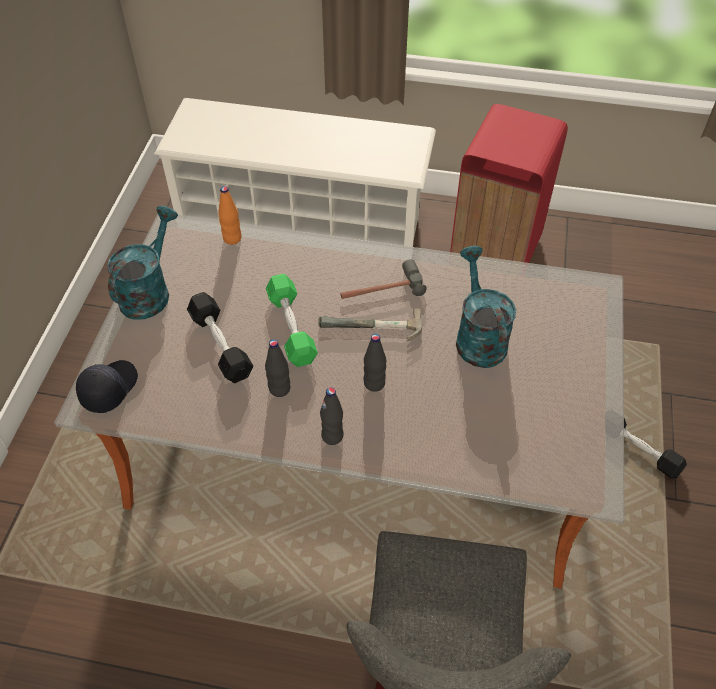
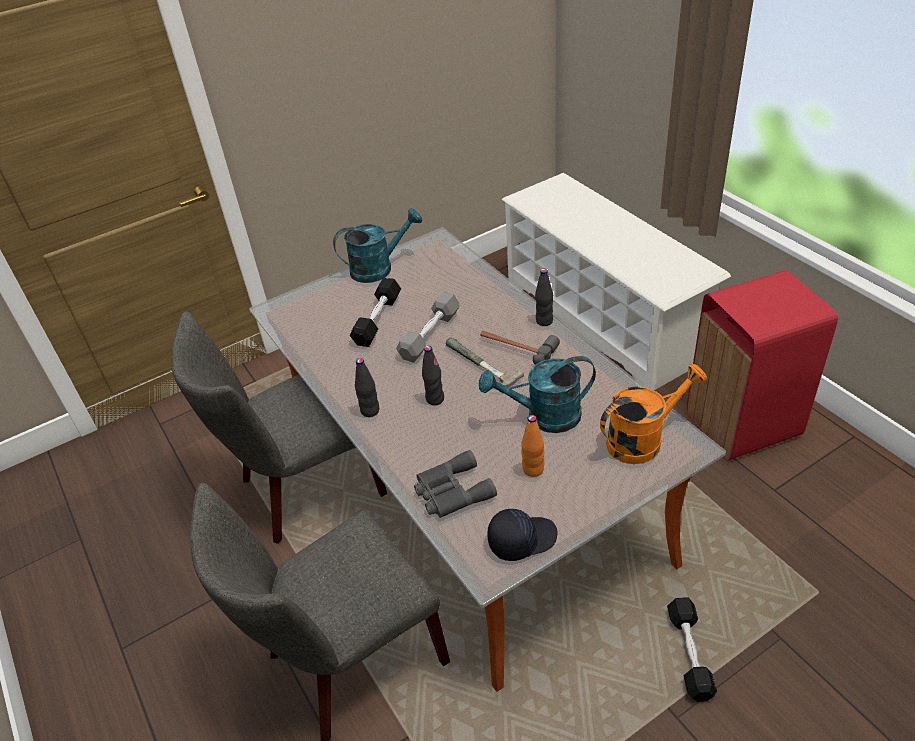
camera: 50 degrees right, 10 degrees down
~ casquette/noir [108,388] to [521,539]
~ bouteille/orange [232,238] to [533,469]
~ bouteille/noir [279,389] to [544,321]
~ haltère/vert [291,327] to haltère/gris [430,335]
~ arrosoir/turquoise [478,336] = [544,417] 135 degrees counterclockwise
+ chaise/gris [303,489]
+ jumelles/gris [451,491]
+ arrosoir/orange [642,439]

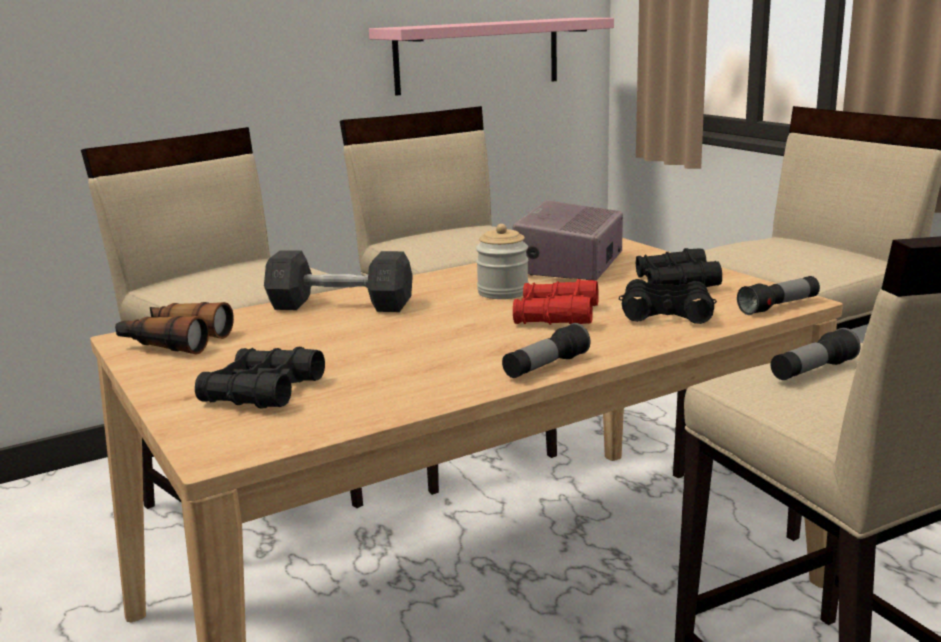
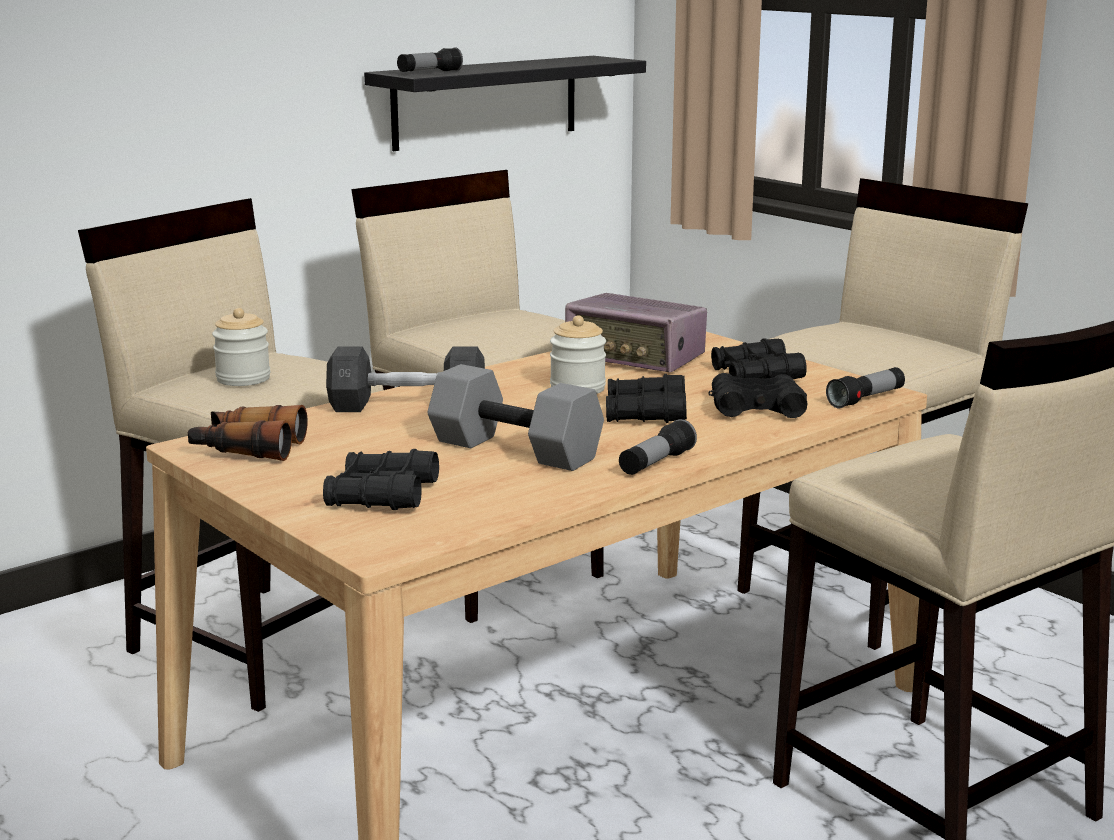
camera: 10 degrees left, 0 degrees up
~ étagère/rose [478,55] to étagère/noir [486,102]
~ radio [568,266] = [636,358] 75 degrees counterclockwise
~ jumelles/rouge [556,316] to jumelles/noir [645,413]
~ lampe de poche [812,371] to [429,72]
+ bocal [243,379]
+ haltère/gris [512,450]

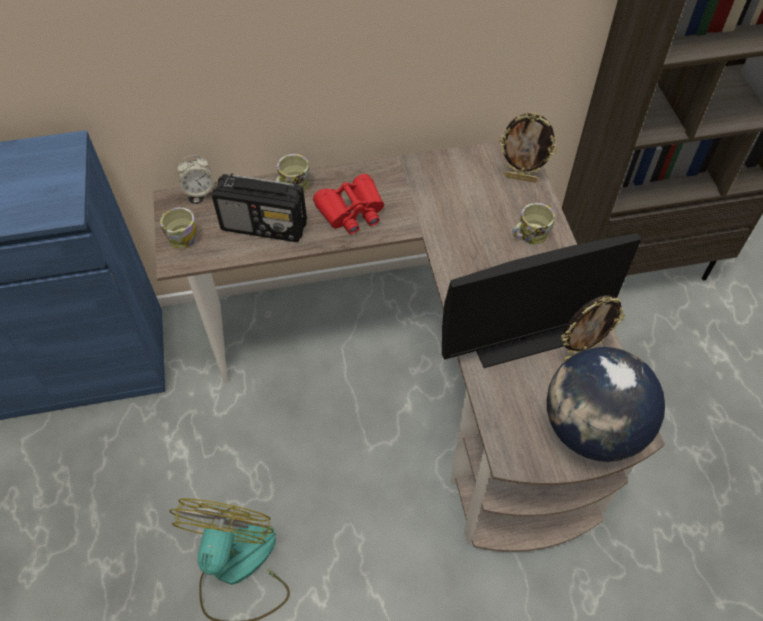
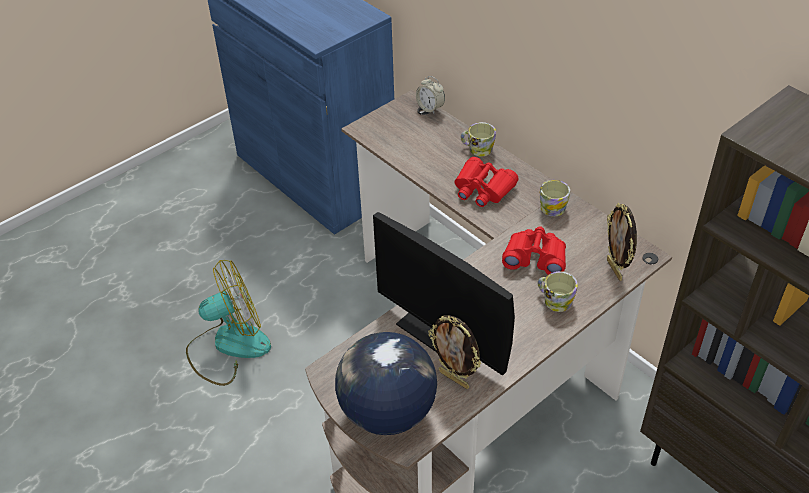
camera: 60 degrees right, 10 degrees down
~ mug [180,236] to [553,205]
- radio [265,226]
+ jumelles/rouge [535,258]

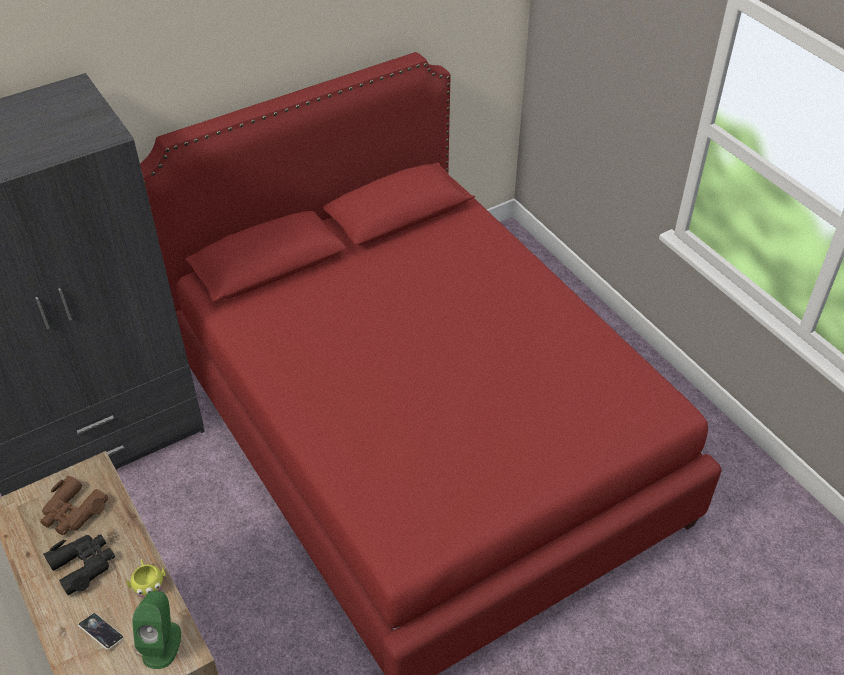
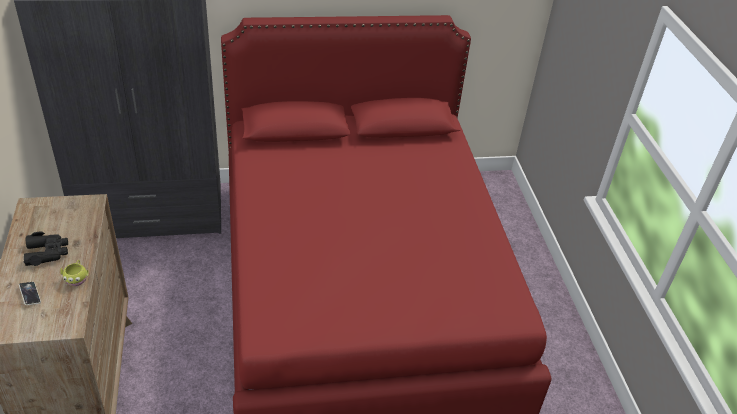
camera: 20 degrees right, 5 degrees down
- jumelles/marron [73,512]
- enceinte/vert [161,644]

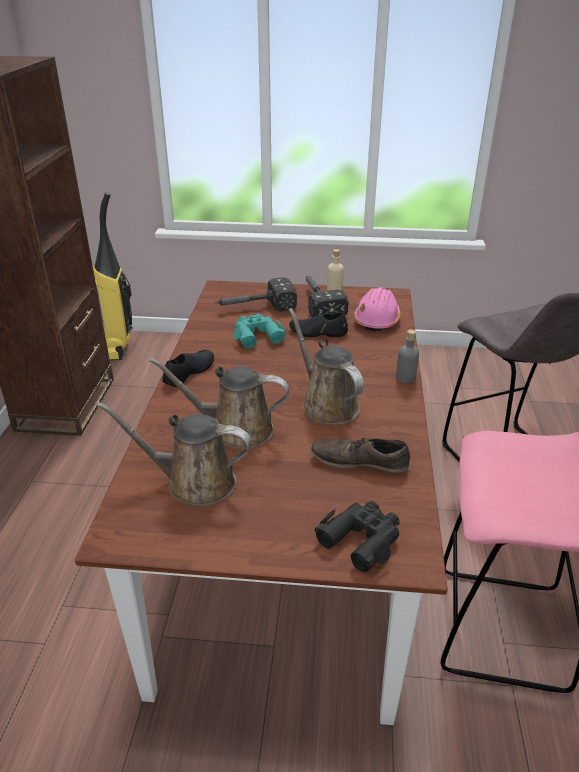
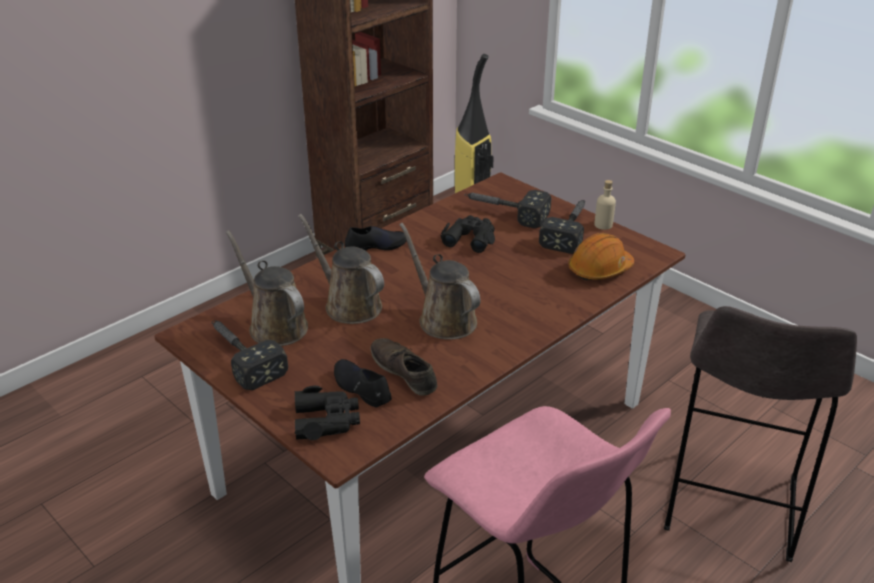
camera: 40 degrees right, 0 degrees up
~ jumelles/turquoise [257,335] to jumelles/noir [470,238]
~ arrosoir/marron [327,404] = [443,319] 45 degrees counterclockwise
~ chaussure/noir [318,332] to [361,388]
~ casque de chantier/rose [377,320] to casque de chantier/orange [599,269]
- bouteille/gris [405,377]
+ marteau [241,357]

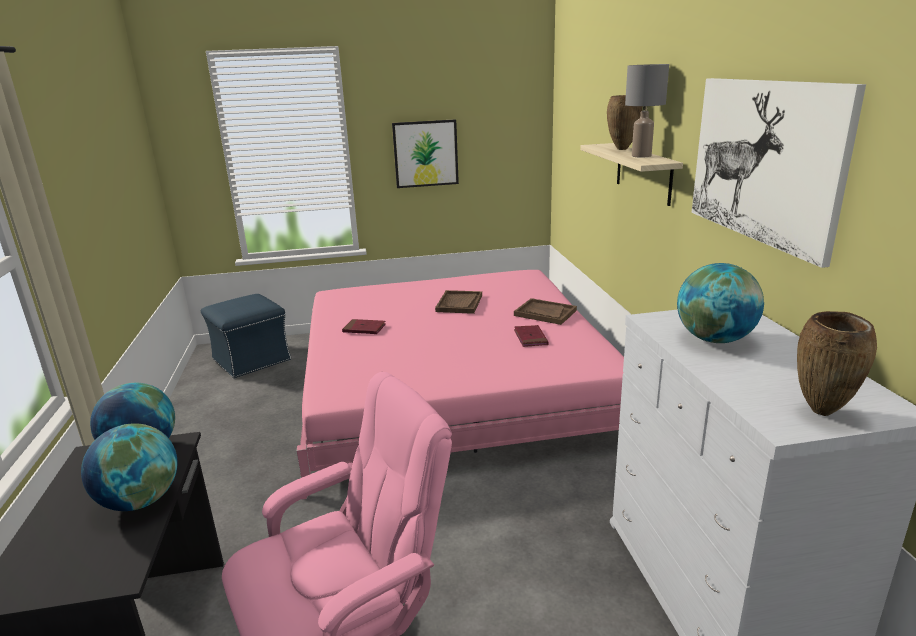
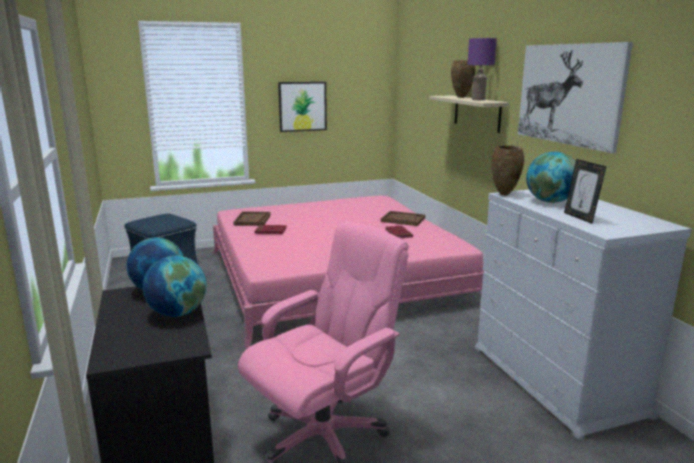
camera: 10 degrees left, 5 degrees down
~ plateau/marron [459,303] to [252,220]
~ lampe de table/gris [642,156] to lampe de table/violet [478,99]
~ vase/marron [823,412] to [505,194]
+ cadre photo [580,217]

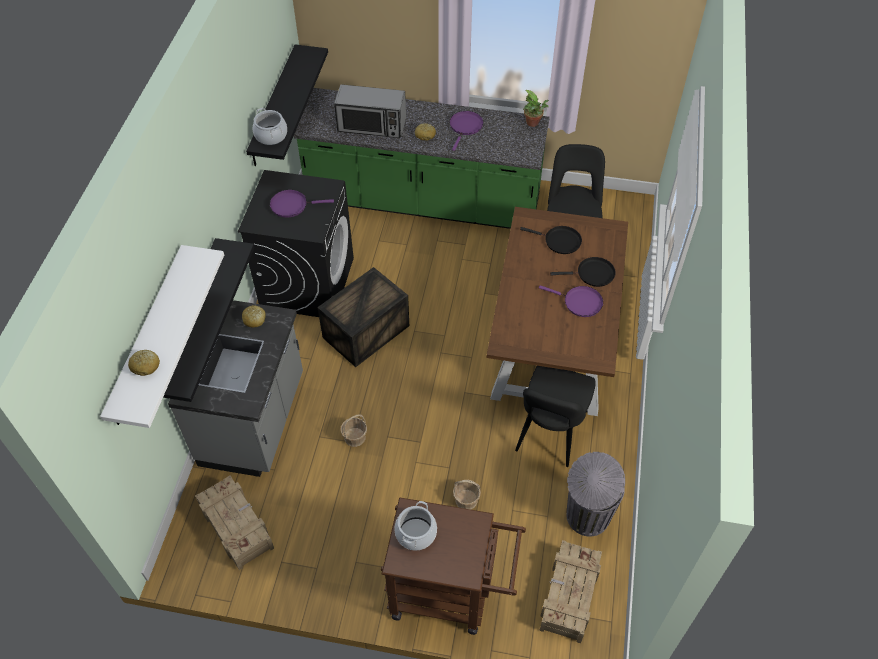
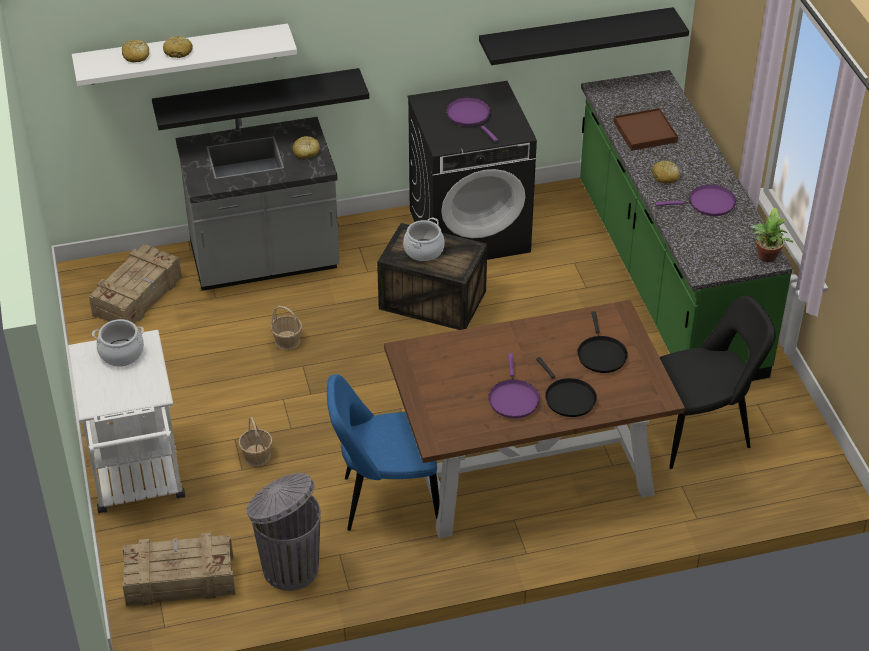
camera: 65 degrees right, 10 degrees down
~ marmite [271,135] to [424,250]
~ micro-ondes [371,125] to plateau/marron [645,132]
~ chariot/marron [450,593] to chariot/blanc [138,479]
~ chaise/noir [550,434] to chaise/bleu [386,501]
+ pain [178,52]

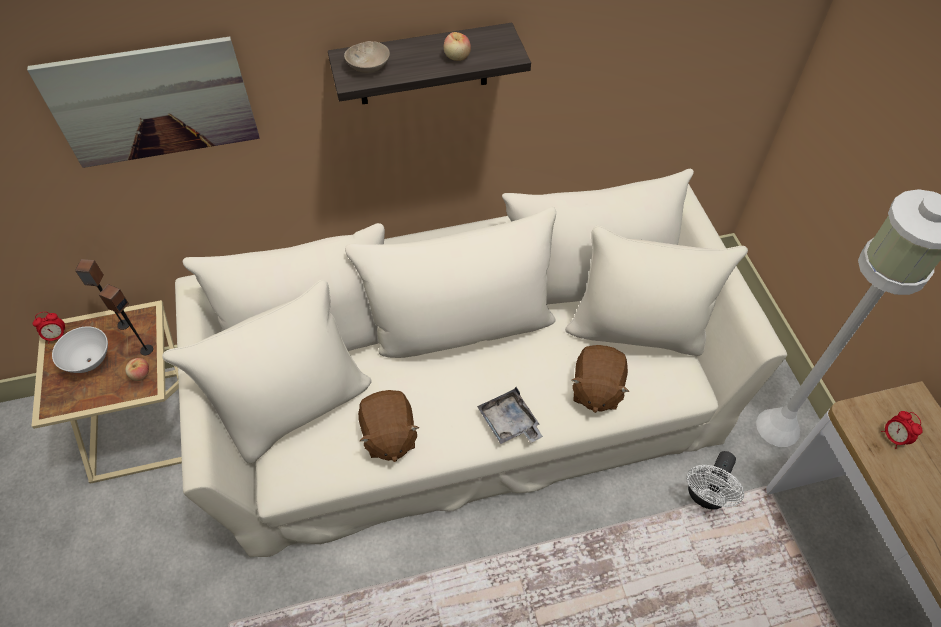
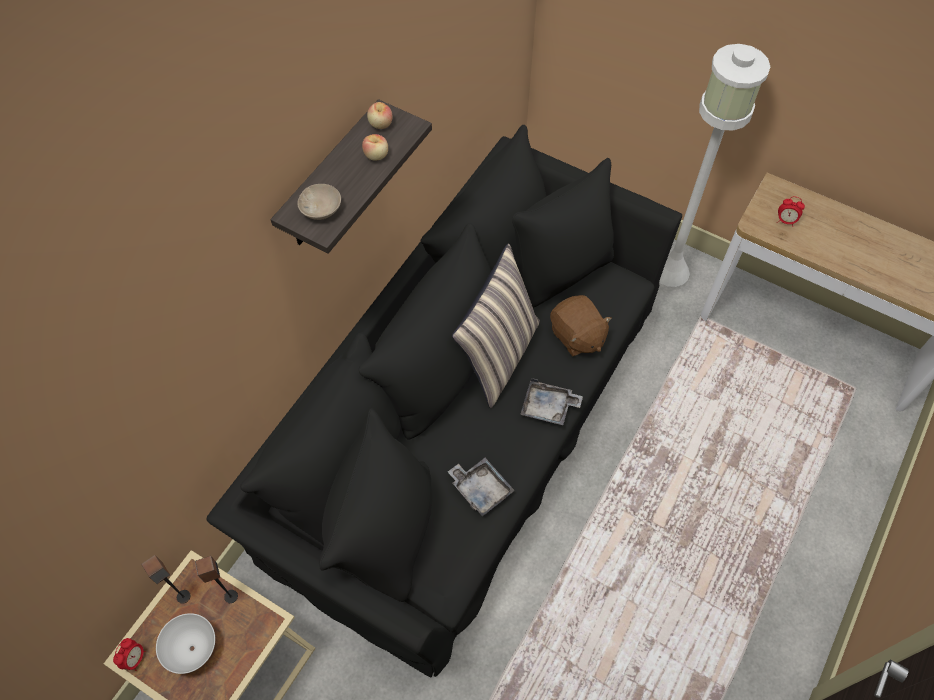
camera: 45 degrees left, 5 degrees up
- tableau [152,103]
~ pomme [141,374] to [380,124]
~ canapé/beige [471,404] to canapé/noir [468,426]
~ peluche/marron [388,436] to plateau/gris [480,489]
- ventilateur/blanc [705,496]
+ coussin [498,355]

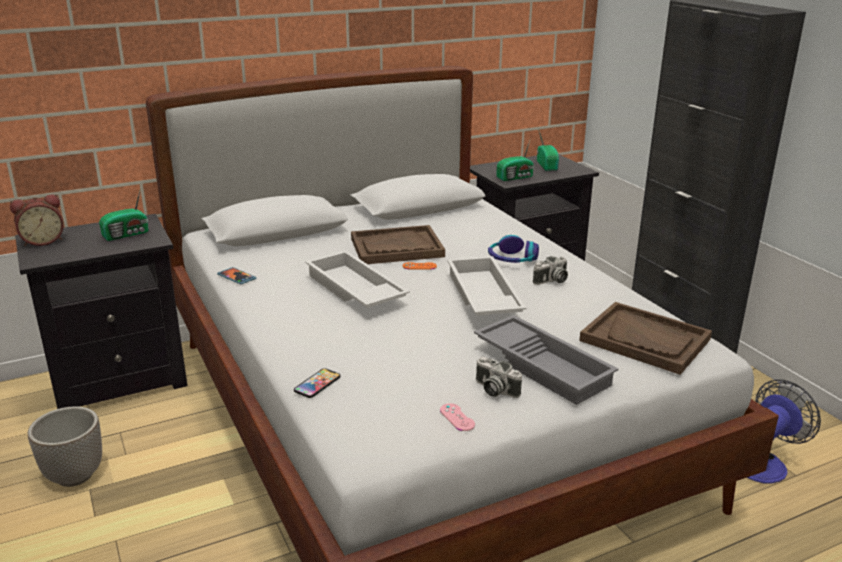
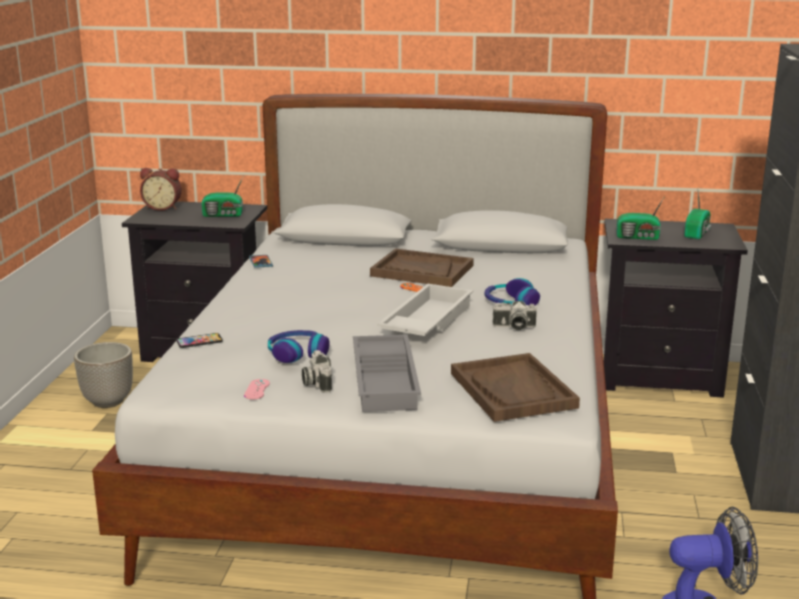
camera: 35 degrees right, 5 degrees down
- plateau/blanc [353,290]
+ casque audio [297,353]

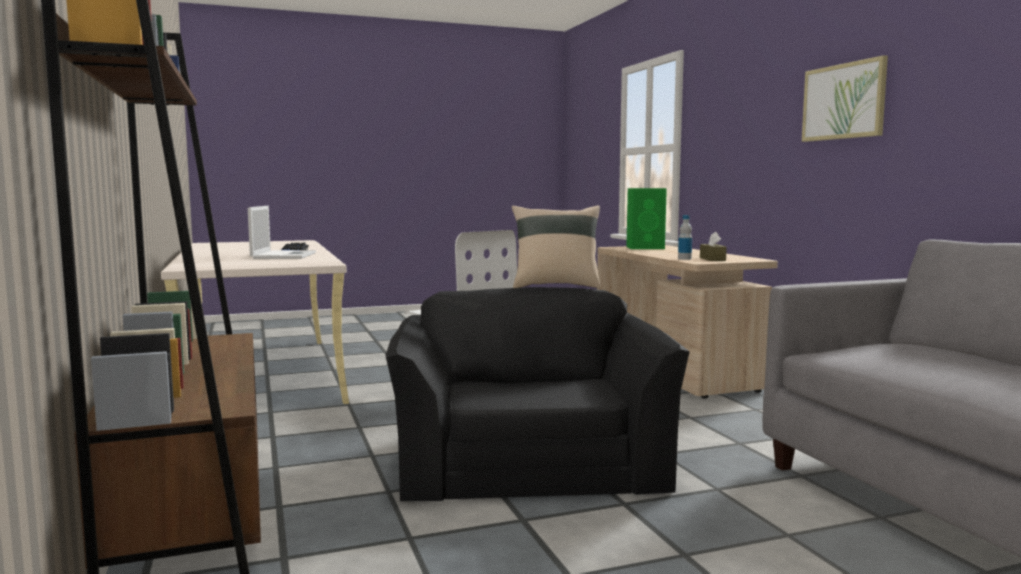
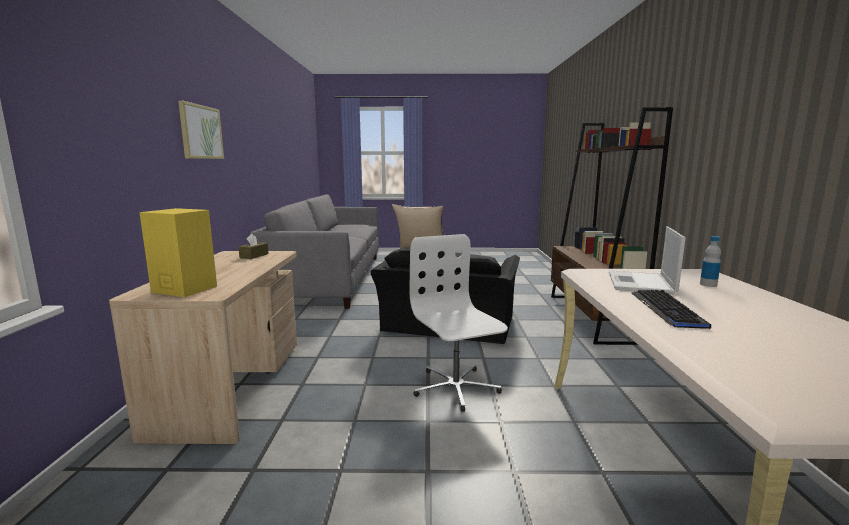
camera: 160 degrees left, 5 degrees up
~ enceinte/vert [646,247] to enceinte/jaune [183,289]
~ bouteille [684,259] to [708,284]

